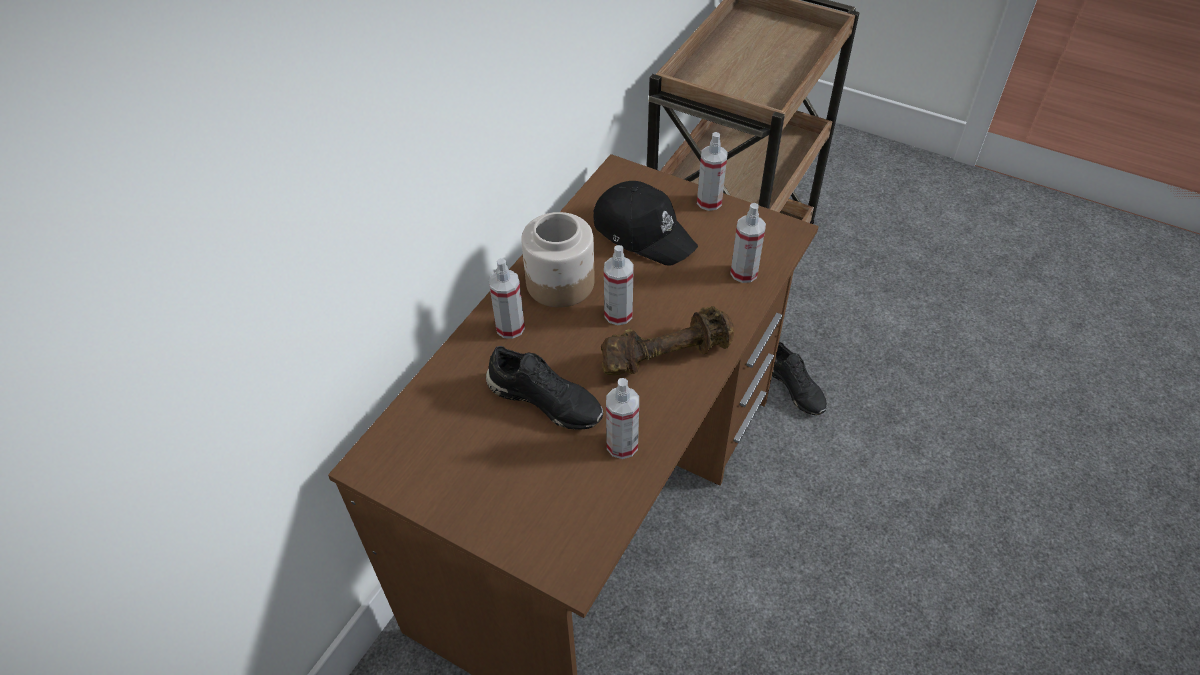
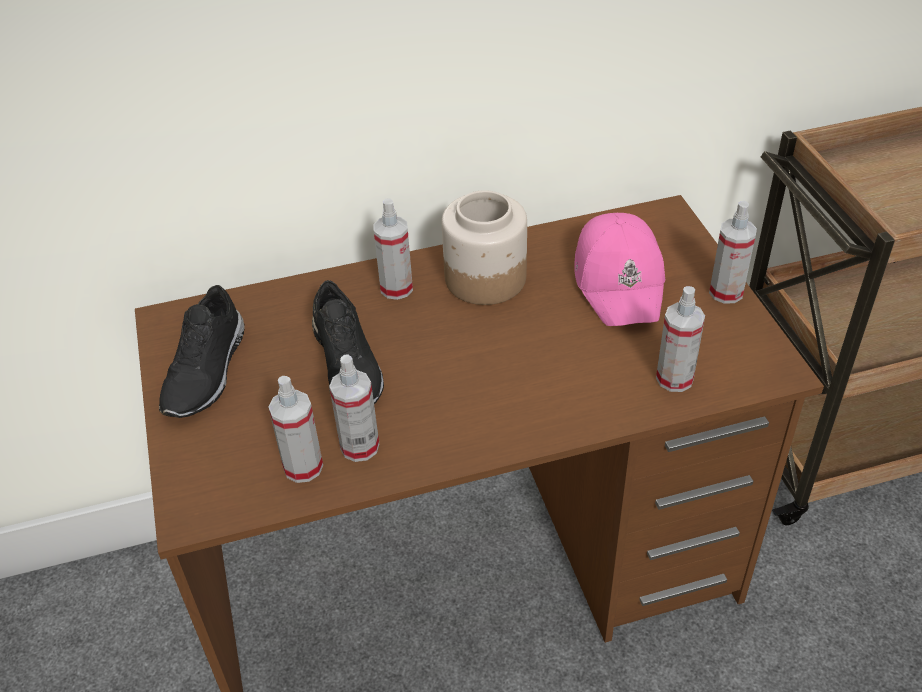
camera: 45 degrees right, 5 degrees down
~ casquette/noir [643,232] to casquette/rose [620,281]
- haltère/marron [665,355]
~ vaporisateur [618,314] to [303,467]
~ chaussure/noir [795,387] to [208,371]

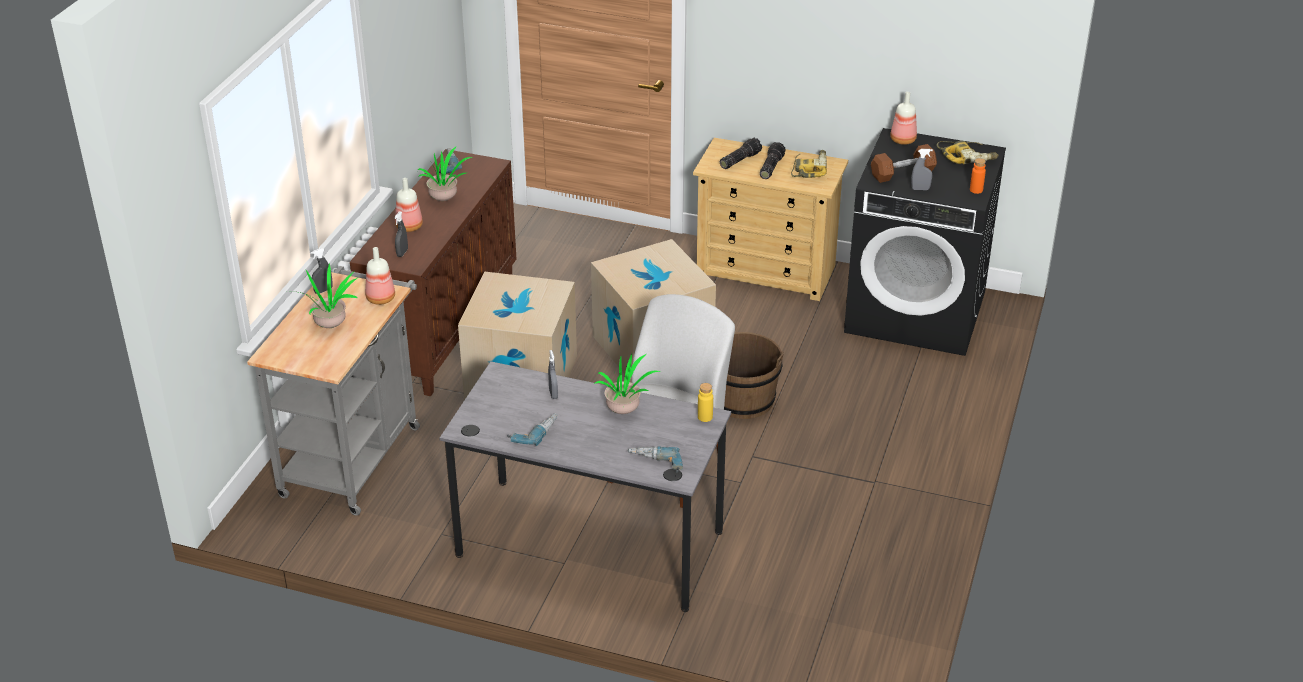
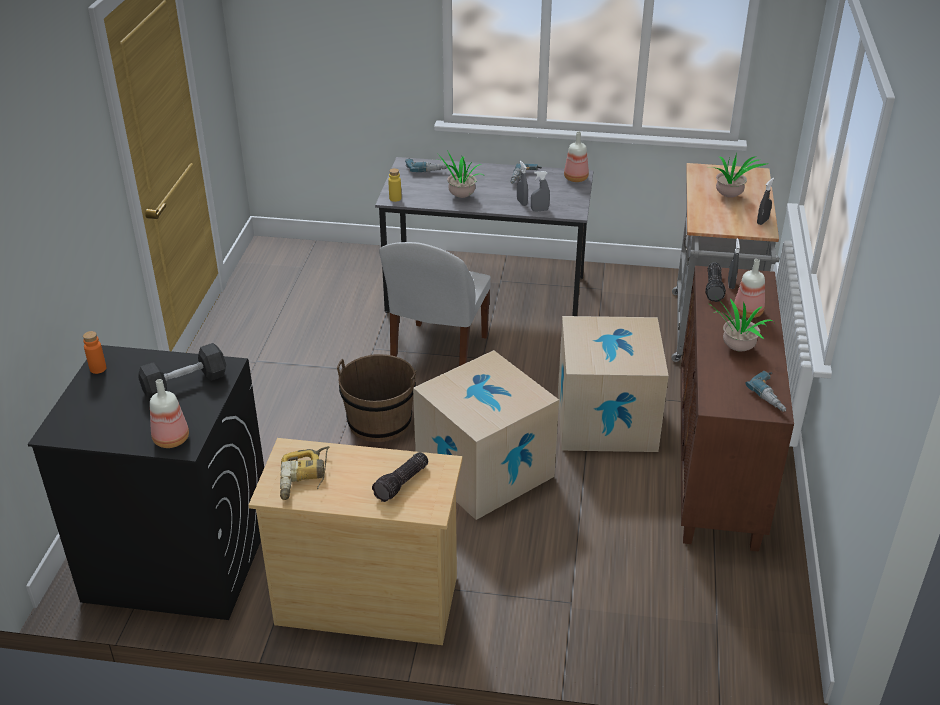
camera: 170 degrees right, 0 degrees up
~ bouteille [380,299] to [576,178]
~ lampe de poche [770,167] to [715,288]
~ haltère/marron [902,173] to haltère/gris [185,383]
~ vaporisateur/gris [920,189] to [539,210]
- perceuse [967,157]

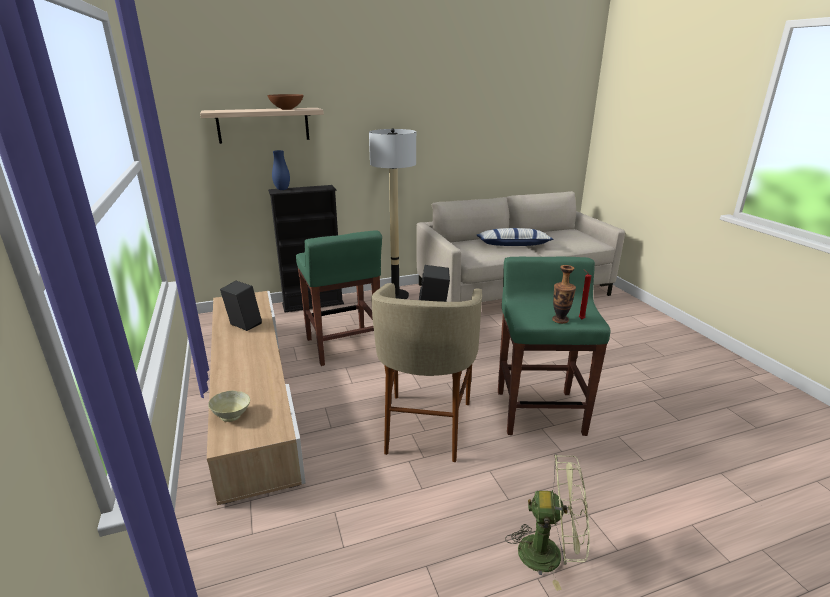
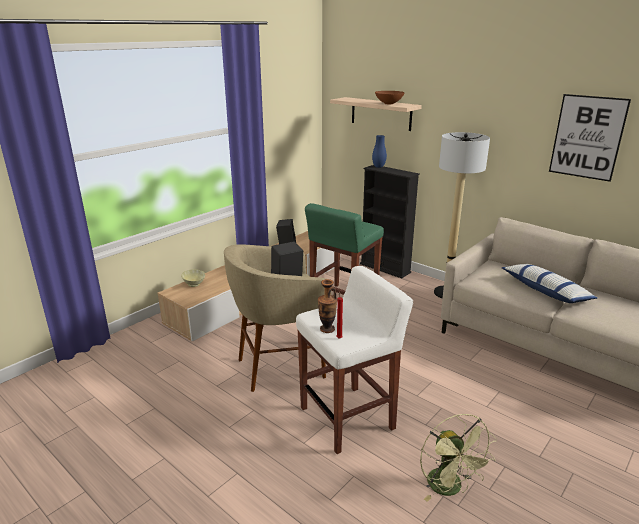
camera: 60 degrees right, 0 degrees up
~ tabouret/vert [539,411] to tabouret/blanc [348,418]
~ ventilateur/vert [550,554] to [450,488]
+ tableau [587,137]

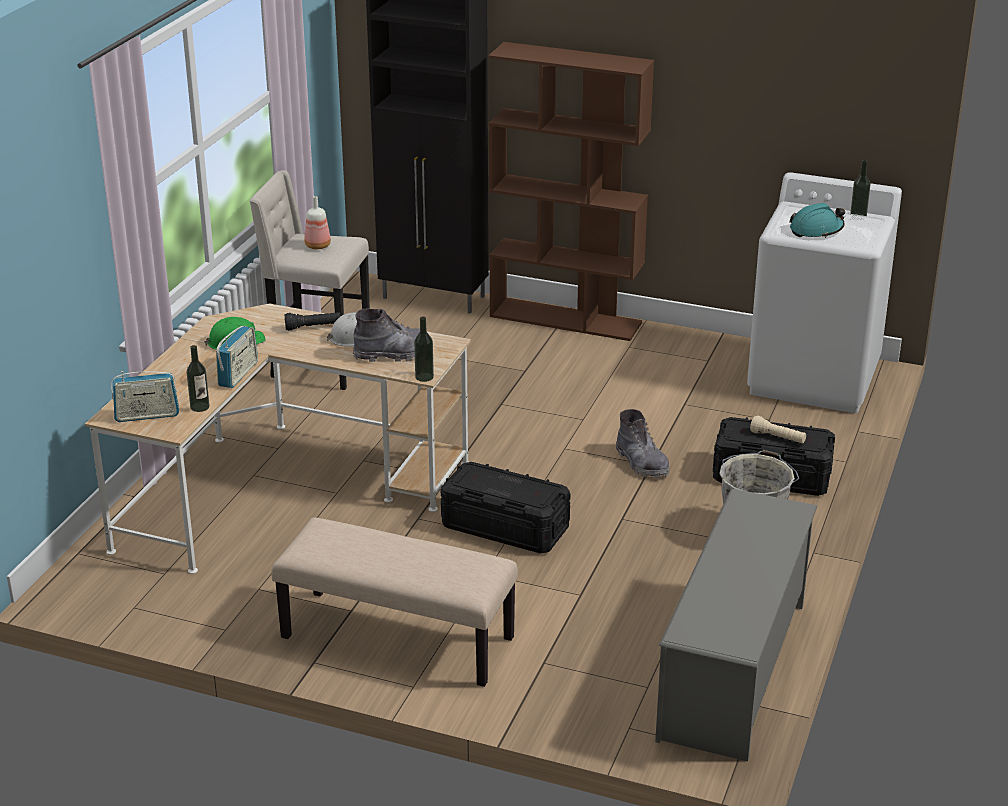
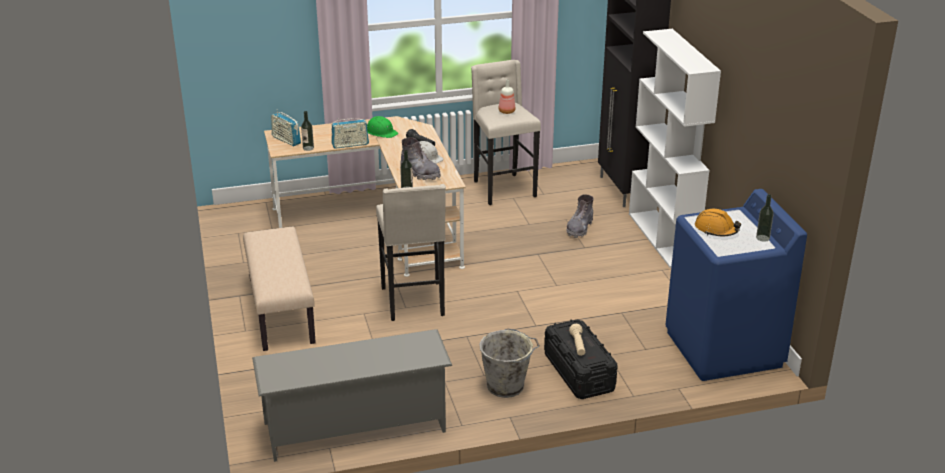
camera: 55 degrees right, 0 degrees up
~ boîte de rangement/noir [505,527] to tabouret/beige [414,303]
~ bibliothèque/marron [566,319] to bibliothèque/blanc [663,238]
~ botte/gris [641,463] to [579,228]
~ lave-linge/blanc [815,377] to lave-linge/bleu [724,349]
~ casque de chantier/turquoise [816,230] to casque de chantier/orange [716,230]

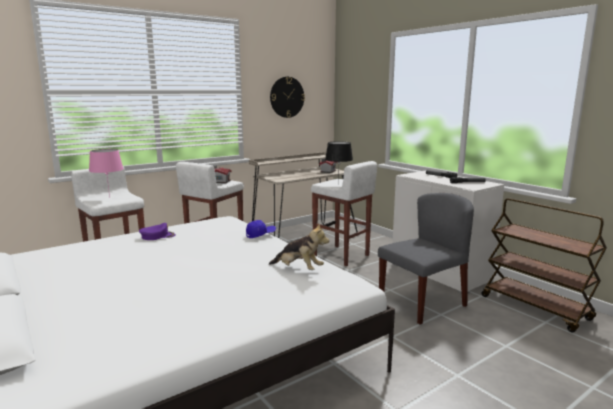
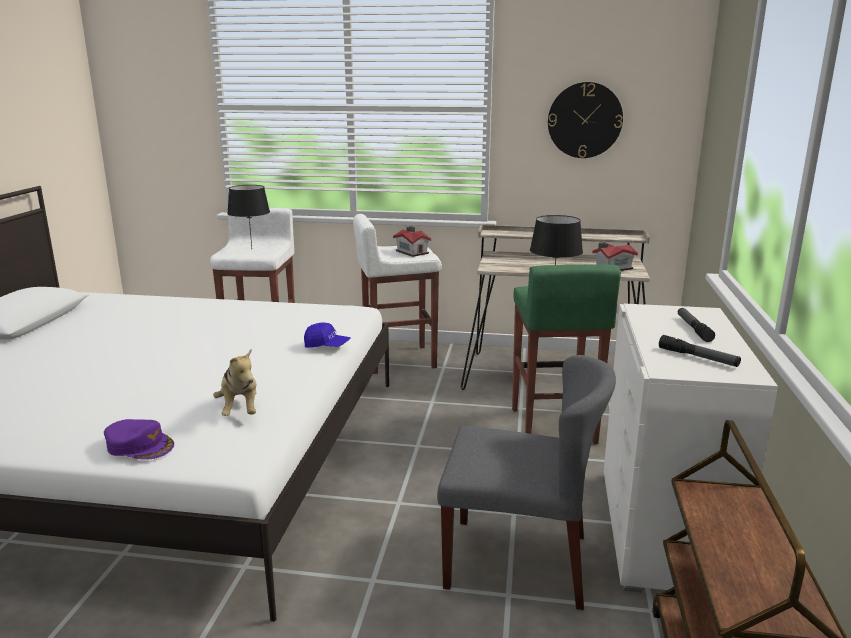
camera: 45 degrees right, 5 degrees up
~ lampe de table/rose [110,197] to lampe de table/noir [252,249]
~ casquette/violet [157,236] to [140,445]
~ tabouret/blanc [341,256] to tabouret/vert [552,426]

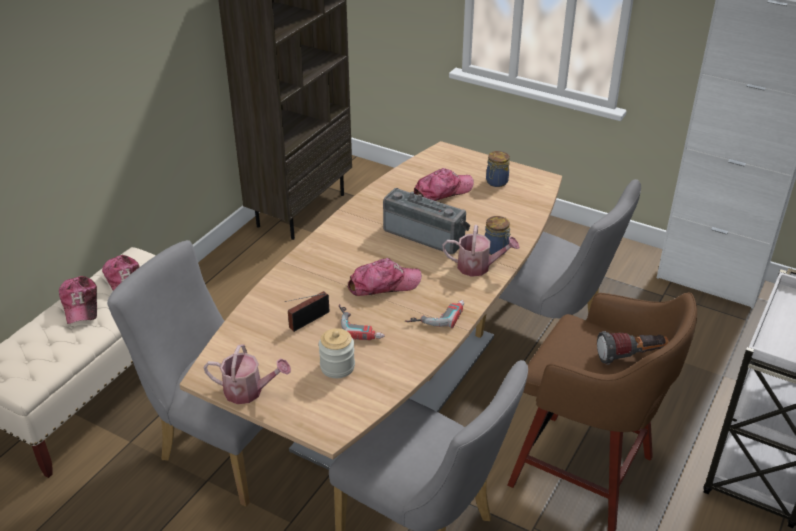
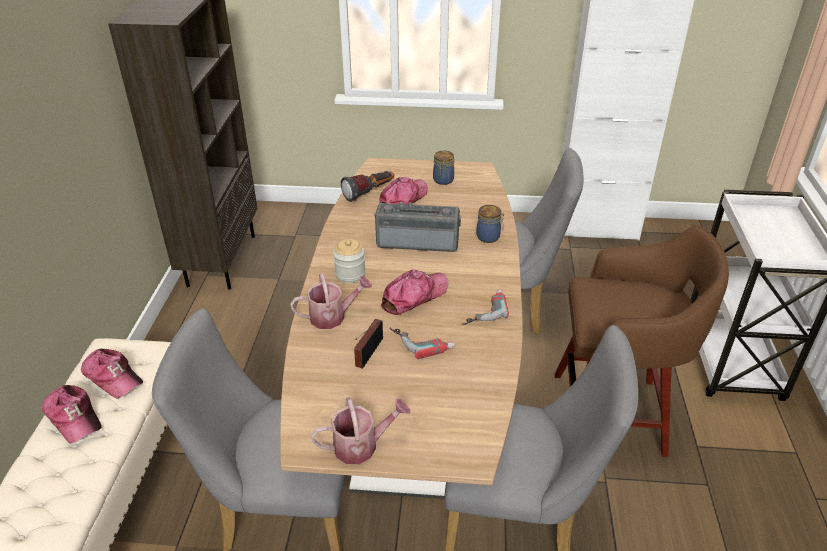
camera: 25 degrees left, 0 degrees up
~ bocal [337,367] to [350,274]
~ arrosoir [478,267] to [332,316]
~ lampe de poche [631,357] to [369,193]

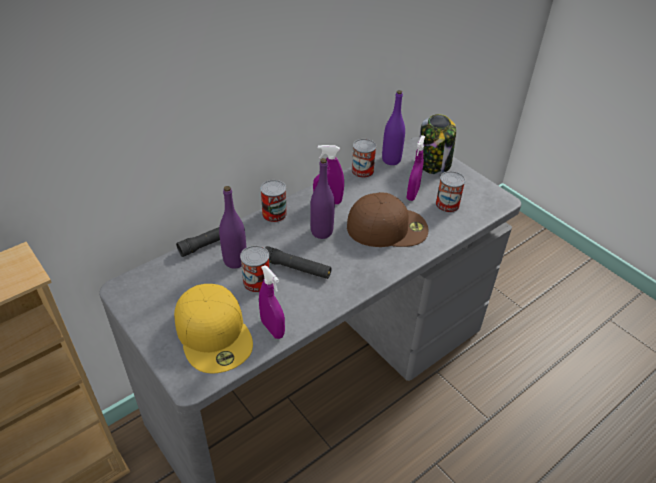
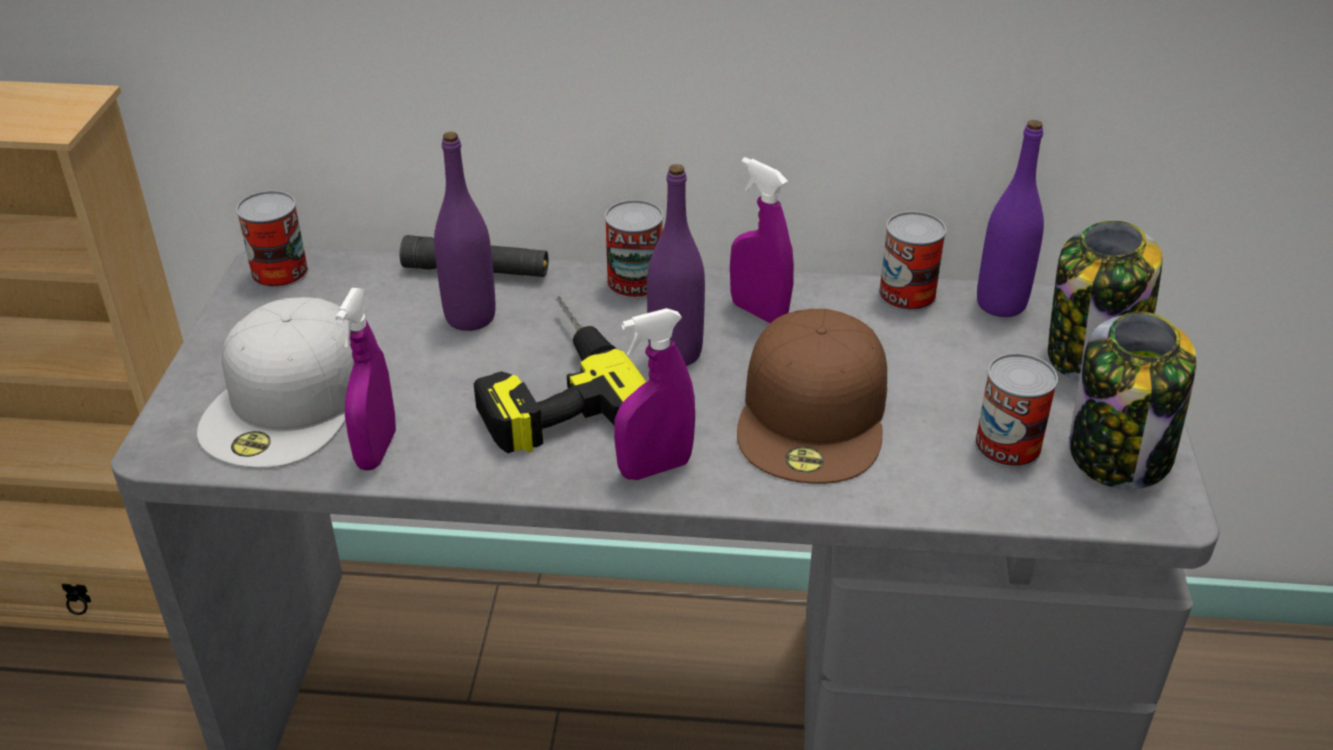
camera: 45 degrees right, 5 degrees down
~ casquette/jaune [214,333] to casquette/blanc [290,401]
~ boîte métallique [256,282] to [280,272]
~ lampe de poche/noir [297,268] to perceuse [548,385]
~ casquette/marron [388,227] = [814,414] 60 degrees clockwise
~ vaporisateur/violet [412,194] to [655,468]
+ bocal [1119,454]

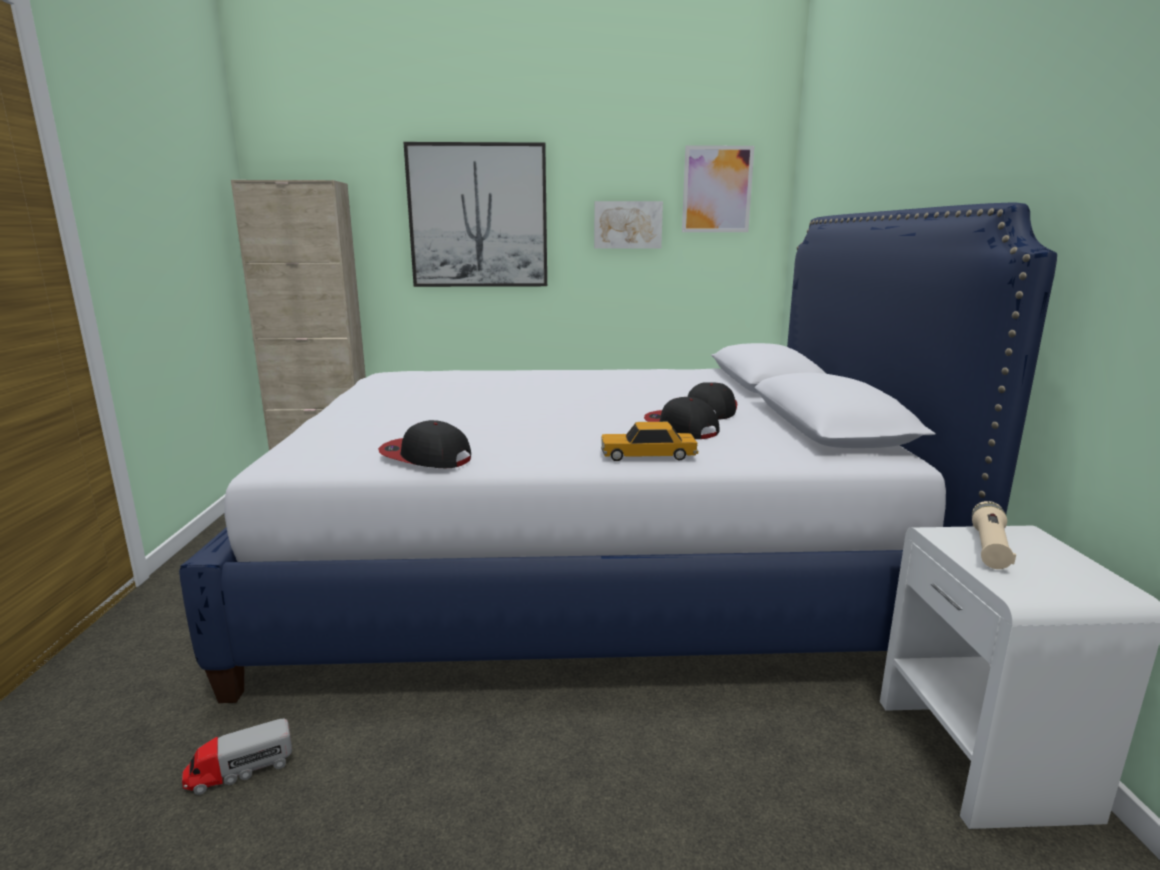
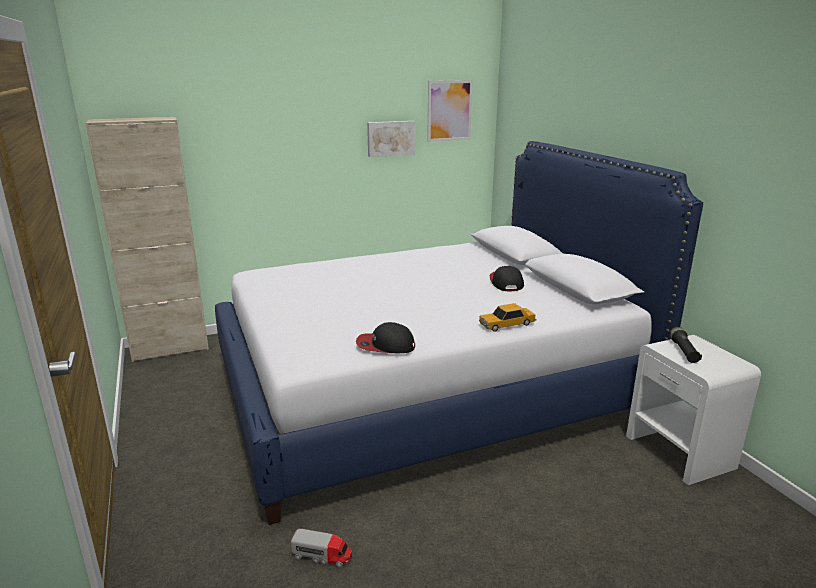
camera: 20 degrees left, 5 degrees up
~ camion jouet [240,770] = [322,556] 120 degrees counterclockwise
- tableau [478,216]
- casquette [680,428]
~ lampe de poche/beige [989,547] to lampe de poche/noir [683,351]

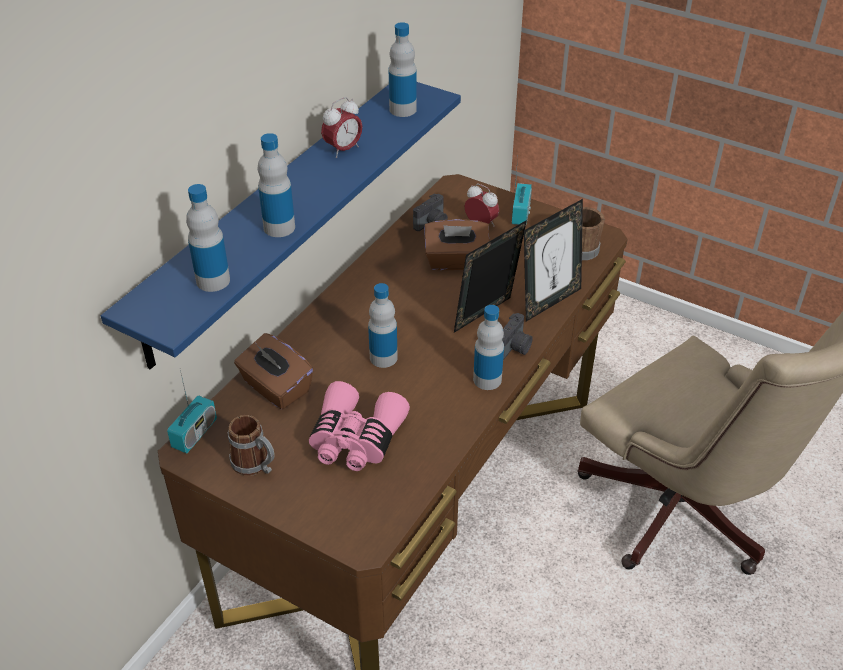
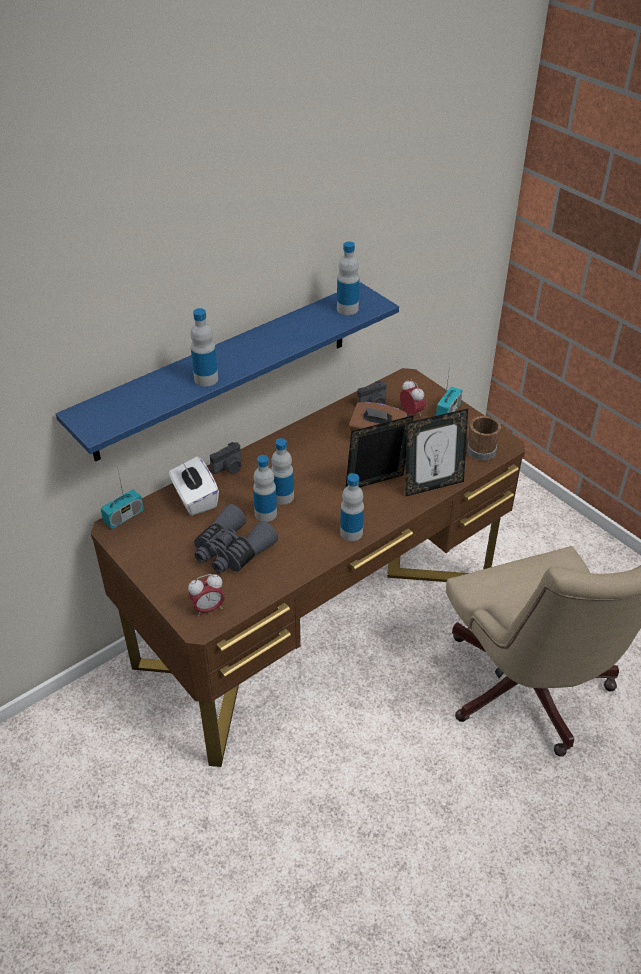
camera: 20 degrees right, 0 degrees up
~ bouteille [213,280] to [265,514]
- mug [256,465]
~ boîte à mouchoirs/marron [276,388] to boîte à mouchoirs/blanc [195,499]
~ jumelles/rose [355,439] to jumelles/gris [232,550]
~ réveil [343,150] to [208,608]
~ appareil photo [514,348] to [229,468]

